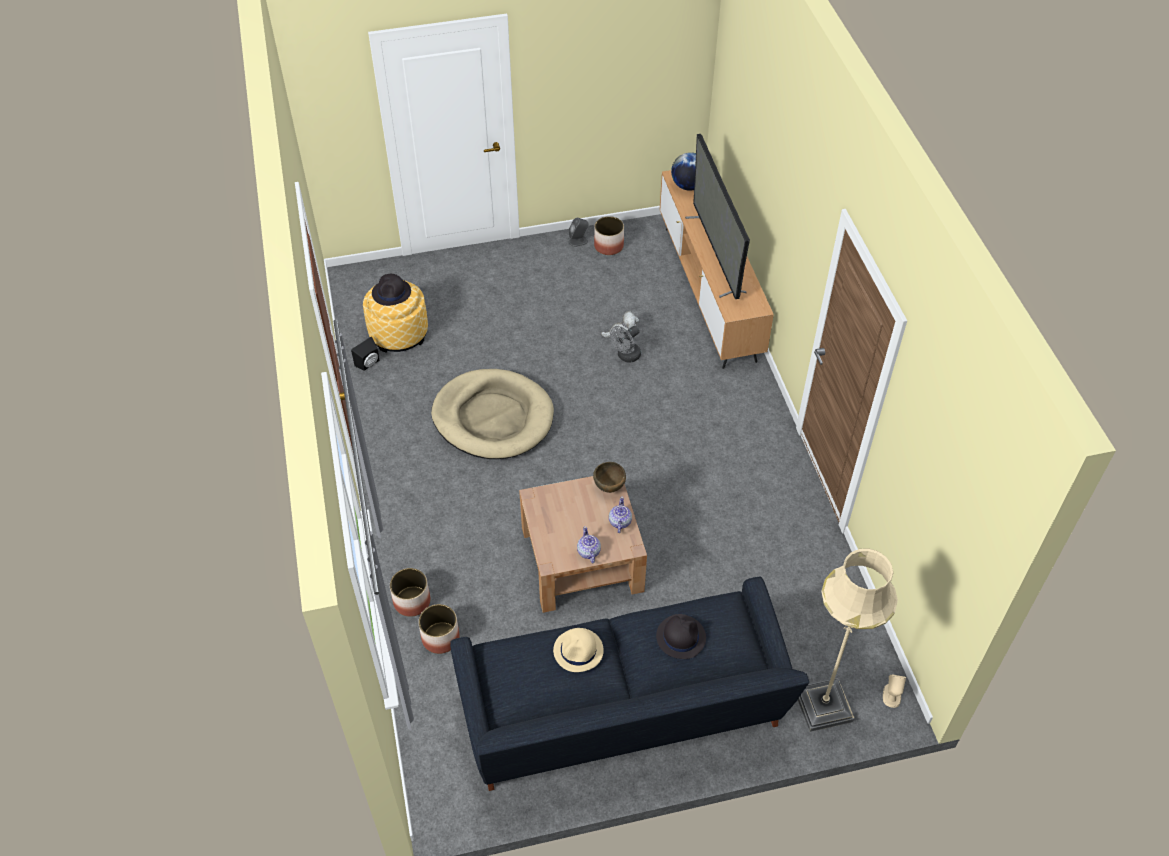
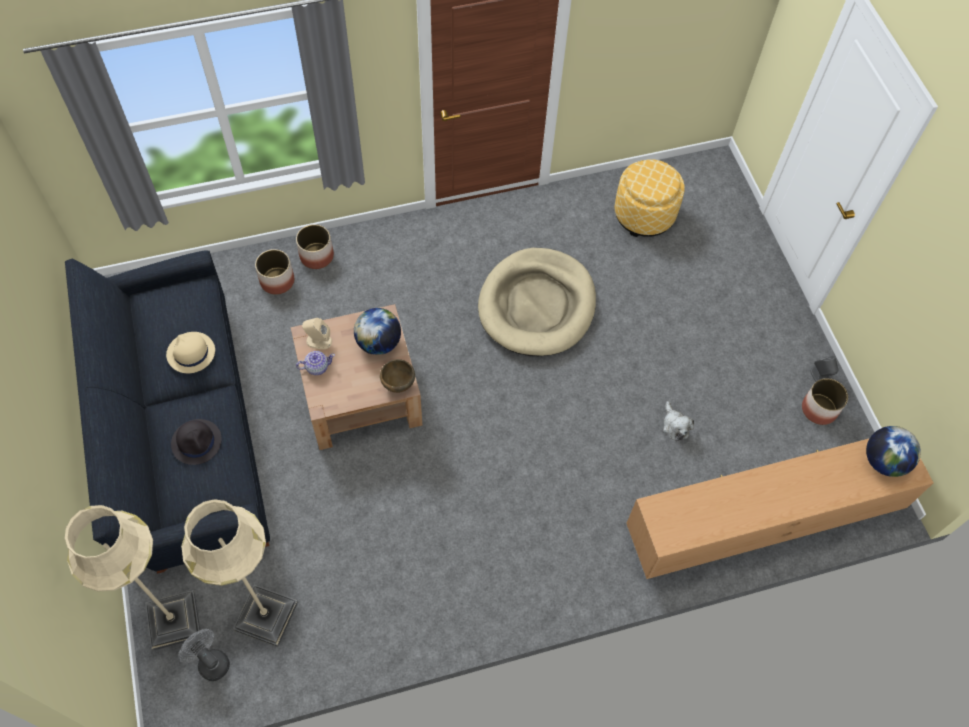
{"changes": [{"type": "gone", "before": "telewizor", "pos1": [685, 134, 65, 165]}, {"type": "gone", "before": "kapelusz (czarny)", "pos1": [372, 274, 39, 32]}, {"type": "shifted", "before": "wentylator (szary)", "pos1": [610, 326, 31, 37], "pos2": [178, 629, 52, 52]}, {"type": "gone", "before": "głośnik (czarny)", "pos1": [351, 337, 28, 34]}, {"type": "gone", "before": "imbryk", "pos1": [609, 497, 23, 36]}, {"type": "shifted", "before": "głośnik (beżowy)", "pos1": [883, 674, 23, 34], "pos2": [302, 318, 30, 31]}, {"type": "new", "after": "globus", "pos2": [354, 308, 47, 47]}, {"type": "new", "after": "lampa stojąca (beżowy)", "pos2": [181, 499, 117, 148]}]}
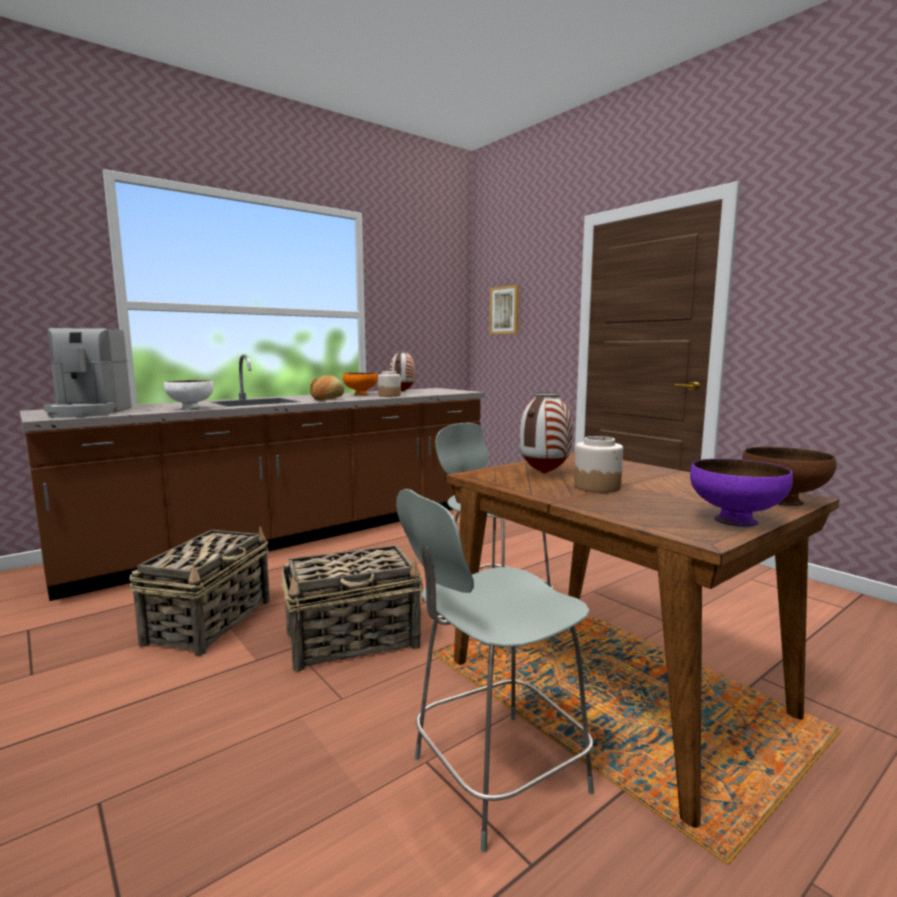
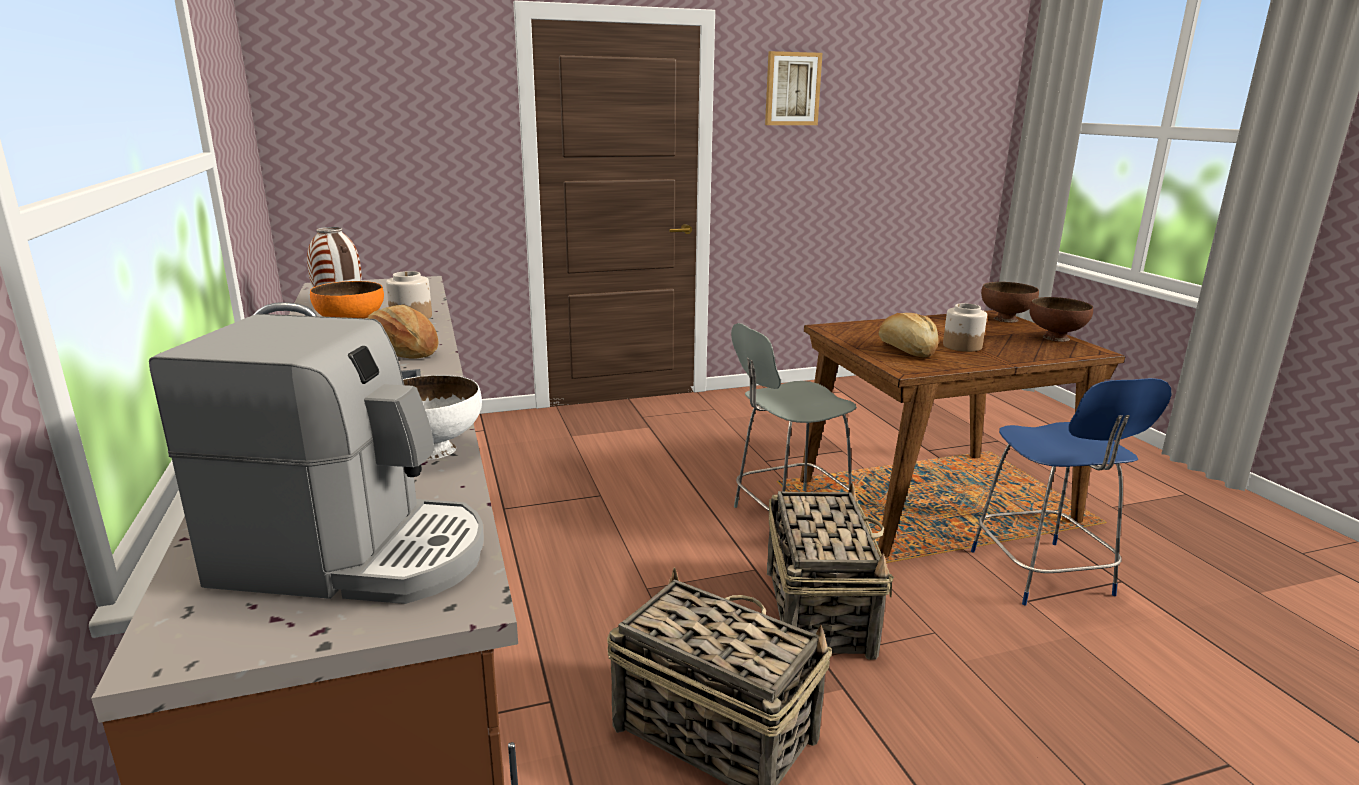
{"changes": [{"type": "shifted", "before": "obraz", "pos1": [490, 285, 29, 49], "pos2": [765, 51, 57, 74]}, {"type": "swapped", "before": "wazon", "after": "chleb", "pos1": [519, 392, 54, 82], "pos2": [878, 313, 61, 44]}, {"type": "repainted", "before": "miska (fioletowy)", "after": "miska (brązowy)", "pos1": [690, 459, 103, 68], "pos2": [1029, 297, 64, 45]}, {"type": "repainted", "before": "krzesło (szary)", "after": "krzesło (niebieski)", "pos1": [396, 489, 198, 363], "pos2": [971, 378, 200, 227]}]}
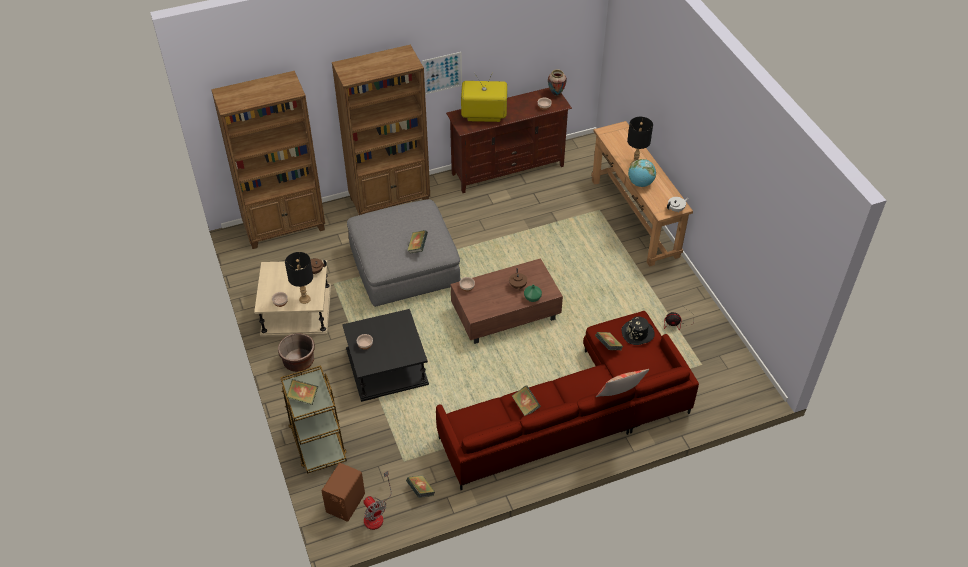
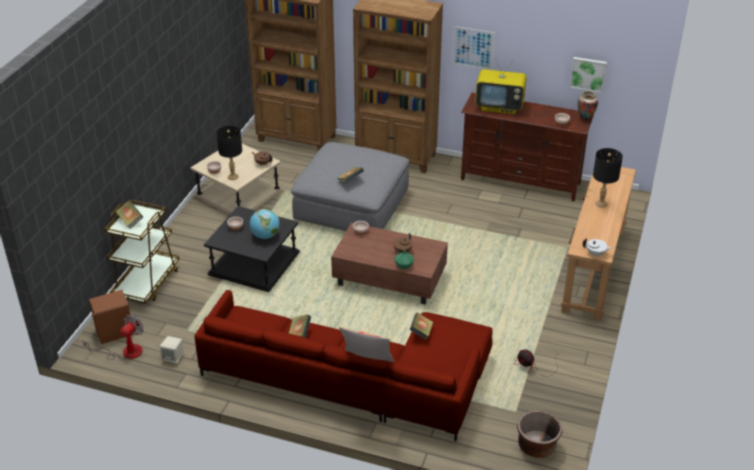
{"changes": [{"type": "rotated", "before": "telewizor", "pos1": [461, 73, 46, 49], "pos2": [475, 57, 51, 57], "turn": 150}, {"type": "shifted", "before": "globus", "pos1": [628, 159, 28, 28], "pos2": [250, 209, 30, 30]}, {"type": "gone", "before": "kapelusz (czarny)", "pos1": [621, 317, 34, 28]}, {"type": "shifted", "before": "donica (brązowy)", "pos1": [278, 333, 37, 39], "pos2": [517, 411, 45, 47]}, {"type": "rotated", "before": "wentylator", "pos1": [363, 471, 28, 59], "pos2": [82, 314, 62, 46], "turn": -150}, {"type": "swapped", "before": "książka", "after": "głośnik (beżowy)", "pos1": [406, 475, 29, 23], "pos2": [160, 336, 23, 27]}, {"type": "new", "after": "obraz", "pos2": [570, 57, 37, 36]}]}
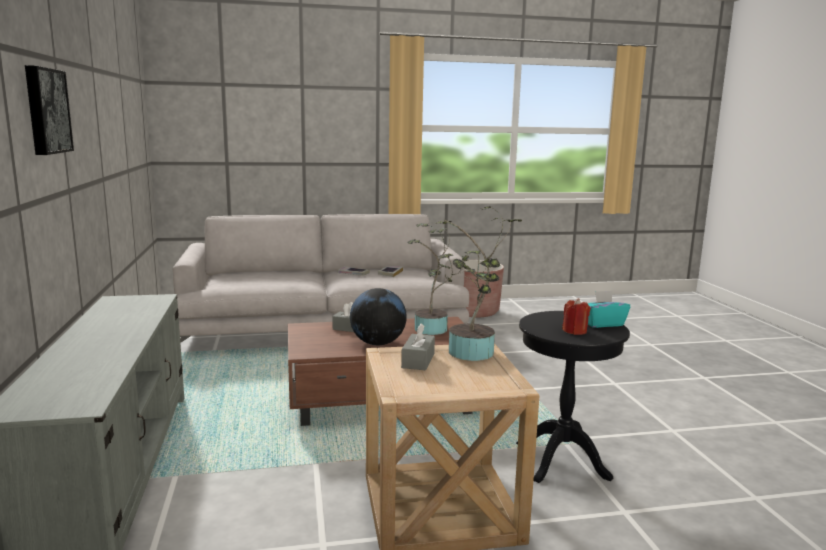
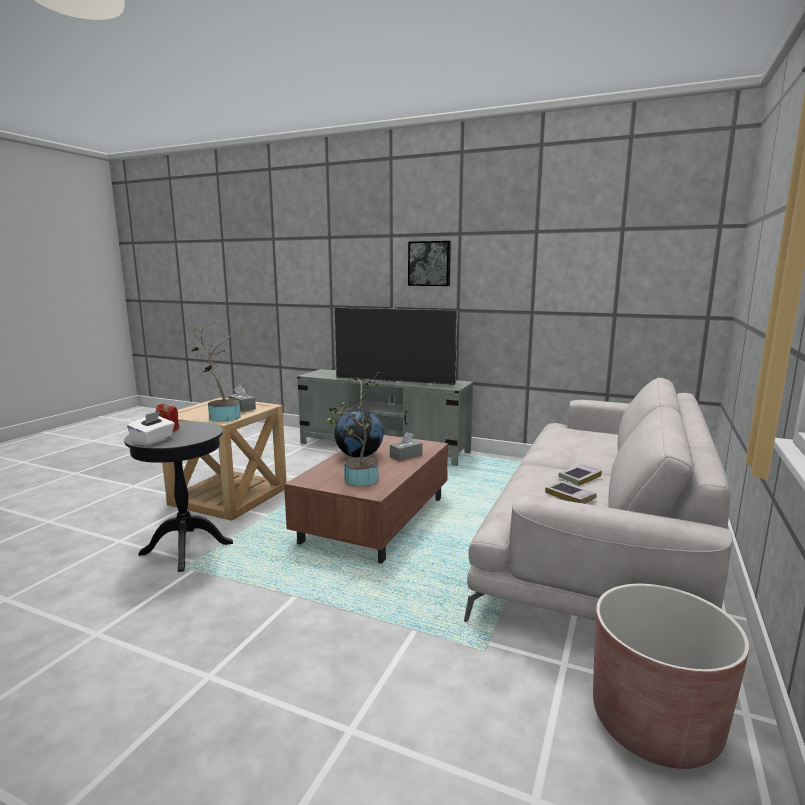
{"changes": [{"type": "repainted", "before": "pudełko chusteczek (turkusowy)", "after": "pudełko chusteczek (biały)", "pos1": [588, 291, 42, 37], "pos2": [127, 411, 48, 35]}, {"type": "new", "after": "telewizor", "pos2": [334, 307, 123, 78]}]}
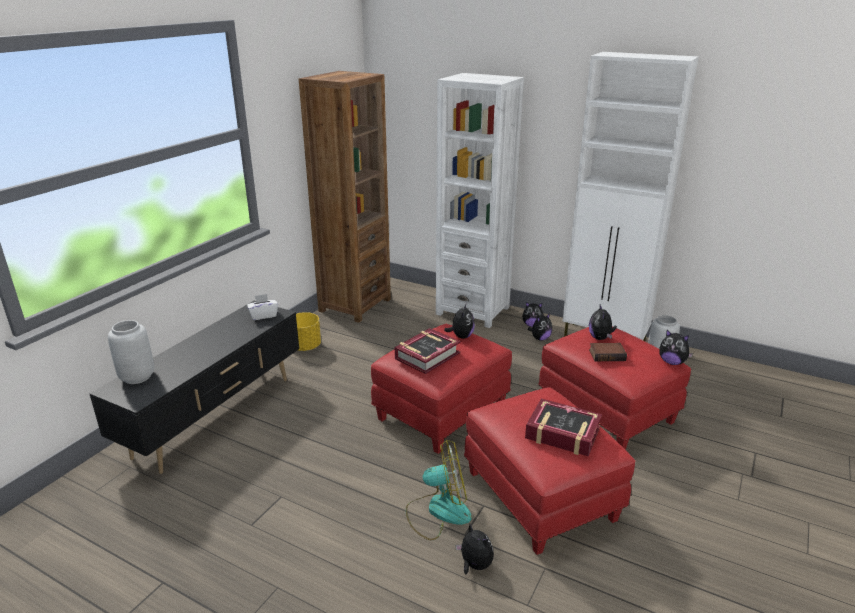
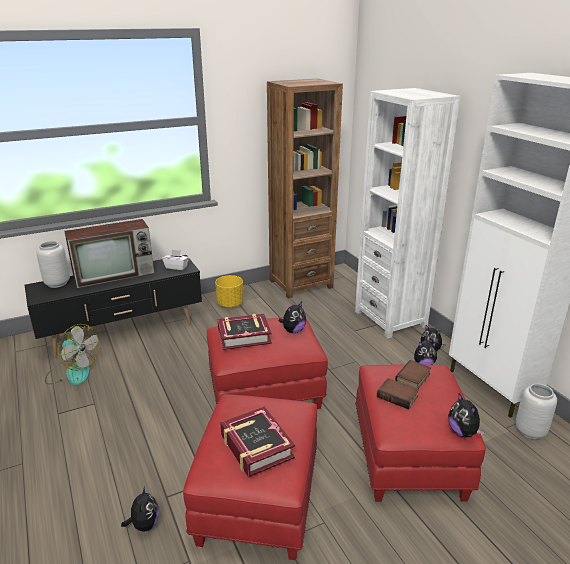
{"changes": [{"type": "swapped", "before": "pluszak", "after": "książka", "pos1": [589, 305, 28, 35], "pos2": [395, 360, 36, 29]}, {"type": "shifted", "before": "wentylator", "pos1": [406, 440, 66, 100], "pos2": [45, 324, 55, 61]}, {"type": "new", "after": "telewizor", "pos2": [64, 219, 90, 69]}]}
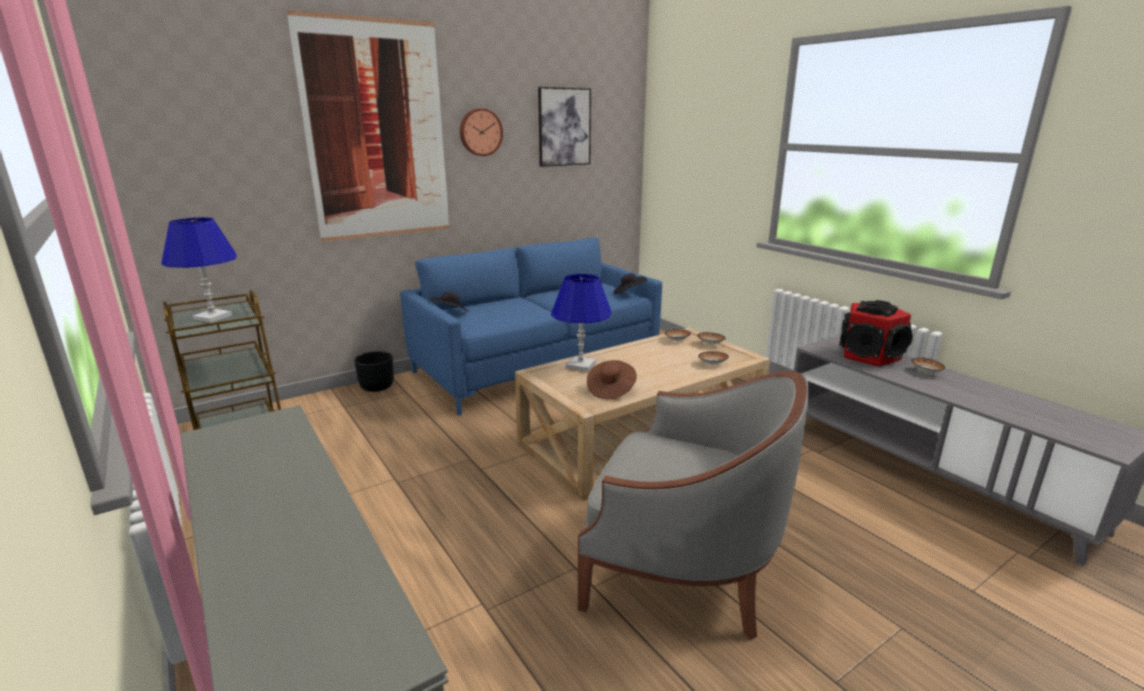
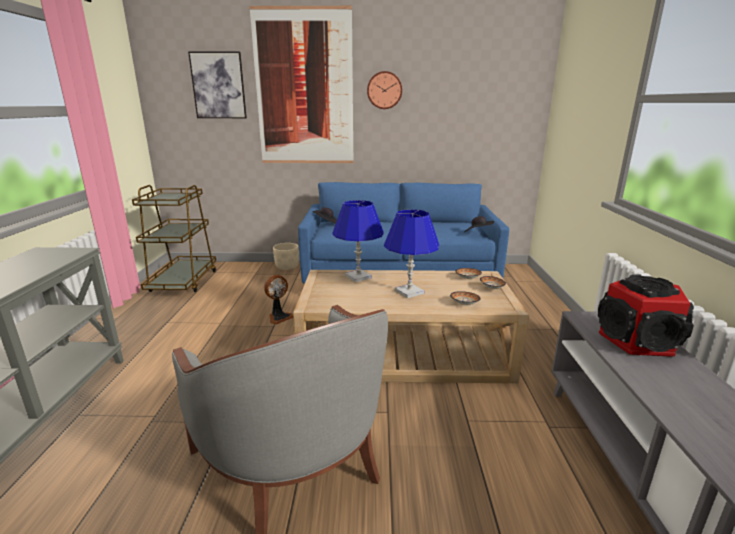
{"changes": [{"type": "shifted", "before": "obraz", "pos1": [538, 87, 53, 80], "pos2": [188, 51, 59, 67]}, {"type": "shifted", "before": "lampa stołowa (niebieski)", "pos1": [161, 217, 76, 106], "pos2": [384, 209, 55, 89]}, {"type": "repainted", "before": "donica (czarny)", "after": "donica (beżowy)", "pos1": [354, 351, 40, 41], "pos2": [273, 243, 26, 27]}, {"type": "gone", "before": "miska", "pos1": [911, 357, 34, 16]}, {"type": "gone", "before": "kapelusz (brązowy)", "pos1": [587, 360, 50, 39]}, {"type": "new", "after": "wentylator", "pos2": [264, 275, 30, 50]}]}
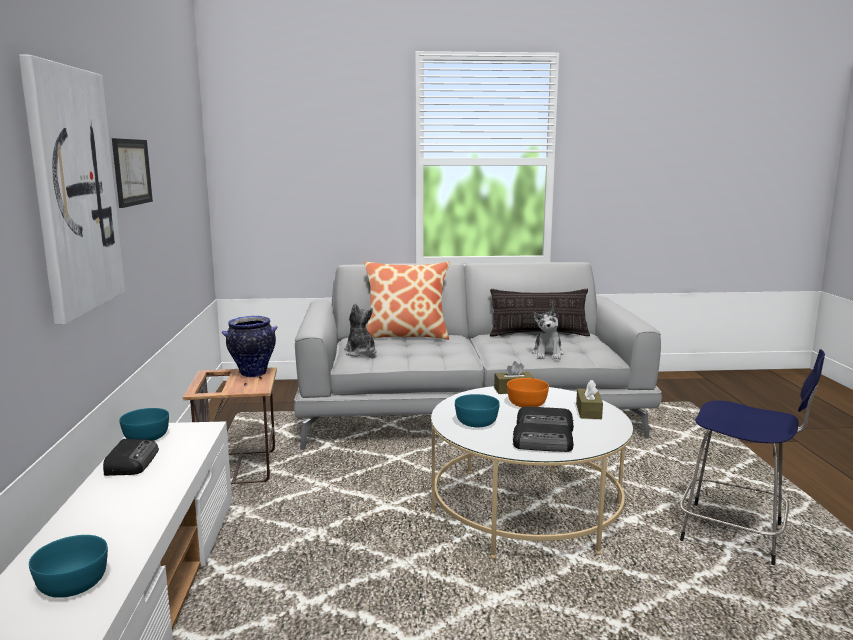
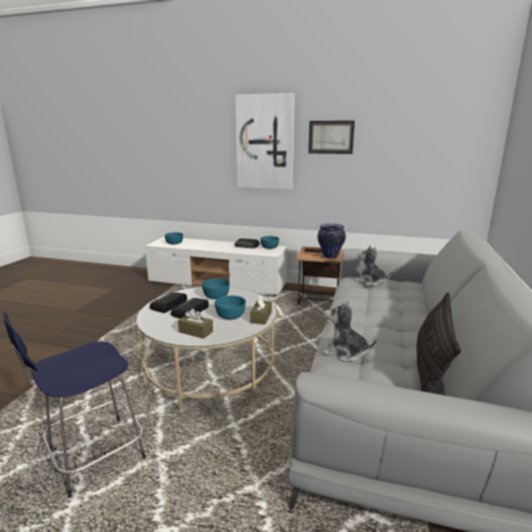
{"changes": [{"type": "gone", "before": "poduszka", "pos1": [364, 261, 86, 79]}, {"type": "rotated", "before": "pluszak", "pos1": [344, 303, 33, 54], "pos2": [355, 245, 37, 41], "turn": -135}, {"type": "repainted", "before": "miska (pomarańczowy)", "after": "miska (turkusowy)", "pos1": [507, 378, 42, 29], "pos2": [215, 295, 31, 24]}]}
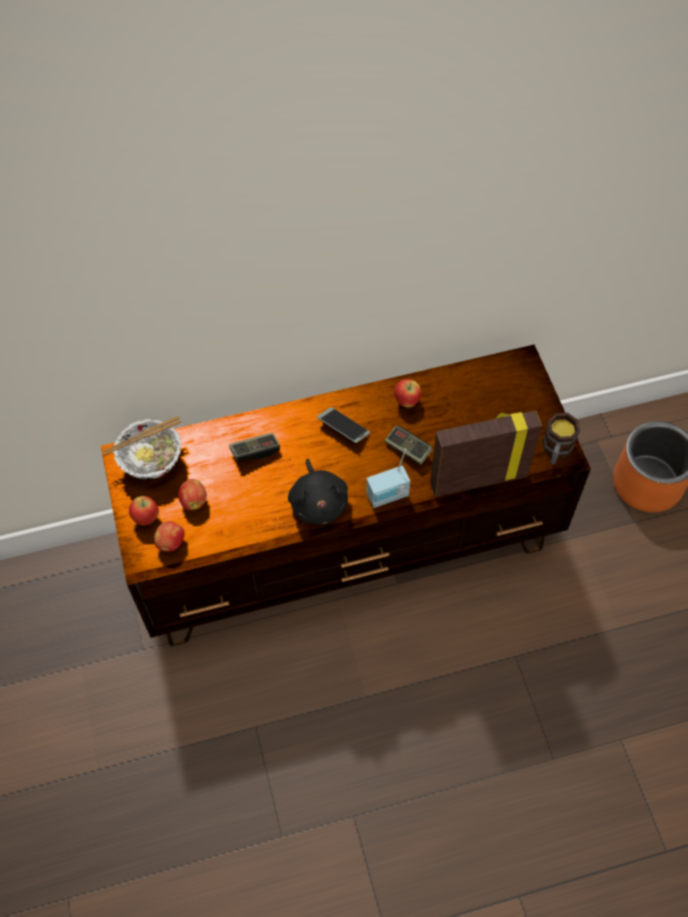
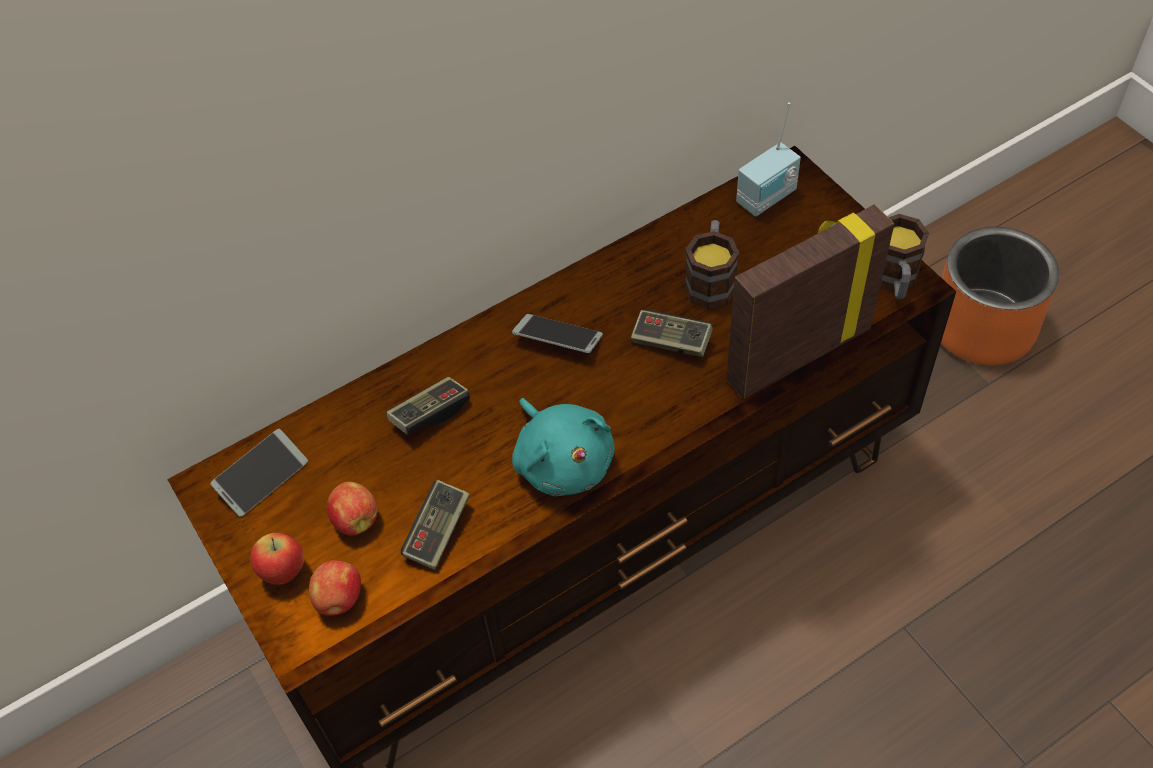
{"changes": [{"type": "gone", "before": "jabłko", "pos1": [394, 379, 27, 29]}, {"type": "swapped", "before": "miska", "after": "telefon", "pos1": [103, 416, 79, 64], "pos2": [211, 429, 97, 88]}, {"type": "shifted", "before": "radio", "pos1": [366, 448, 44, 60], "pos2": [736, 103, 65, 114]}, {"type": "repainted", "before": "pluszak (czarny)", "after": "pluszak (turkusowy)", "pos1": [288, 459, 60, 65], "pos2": [512, 398, 103, 98]}, {"type": "new", "after": "kubek", "pos2": [684, 220, 55, 89]}, {"type": "new", "after": "pad do gier", "pos2": [401, 480, 69, 90]}]}
